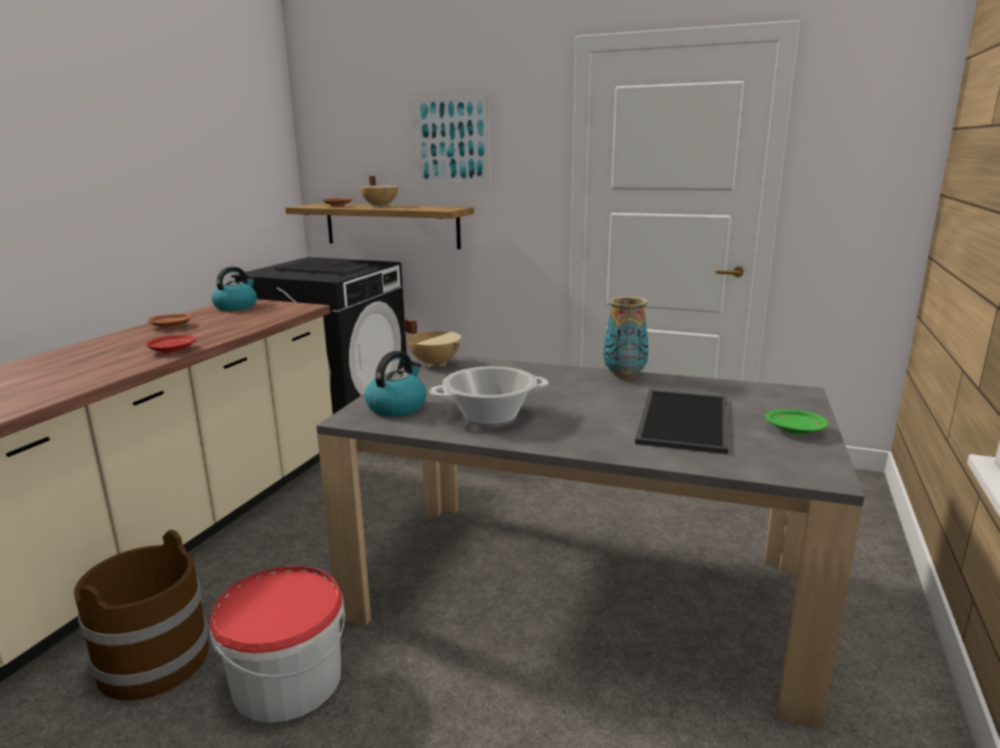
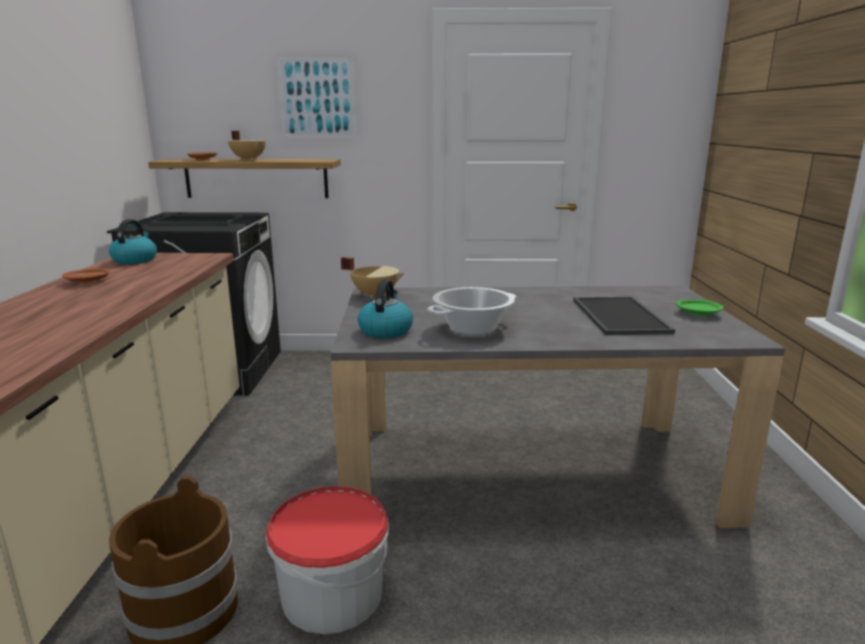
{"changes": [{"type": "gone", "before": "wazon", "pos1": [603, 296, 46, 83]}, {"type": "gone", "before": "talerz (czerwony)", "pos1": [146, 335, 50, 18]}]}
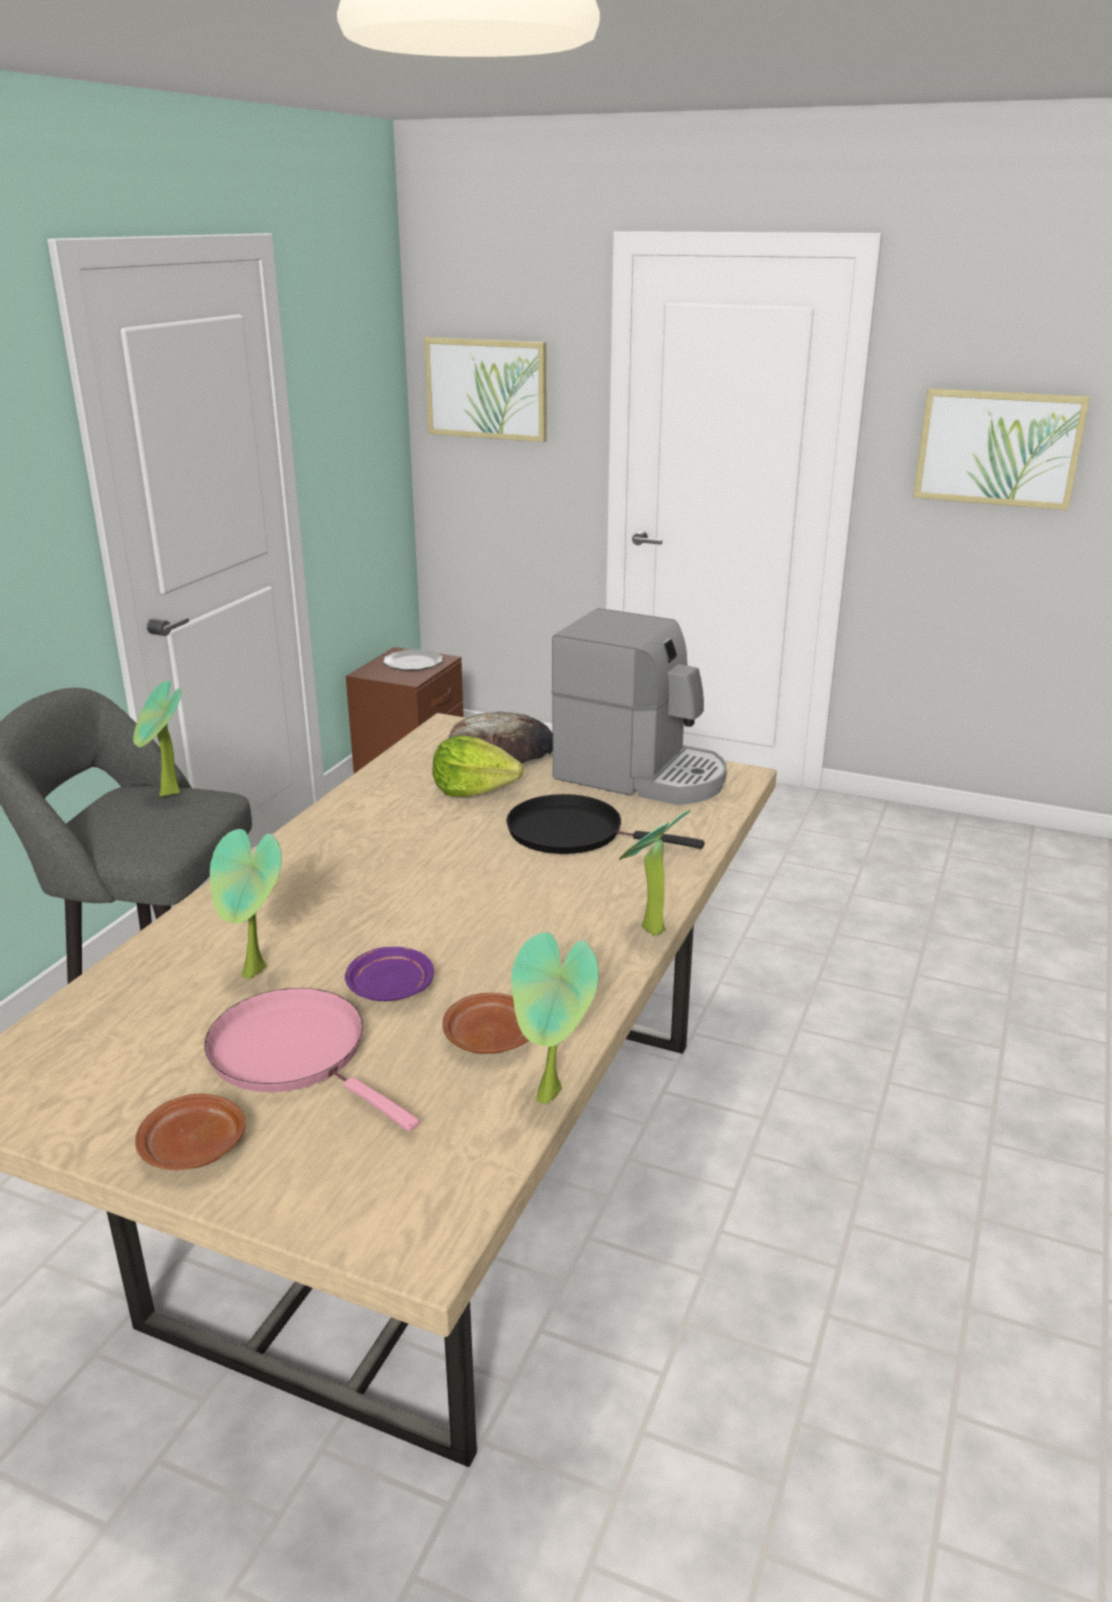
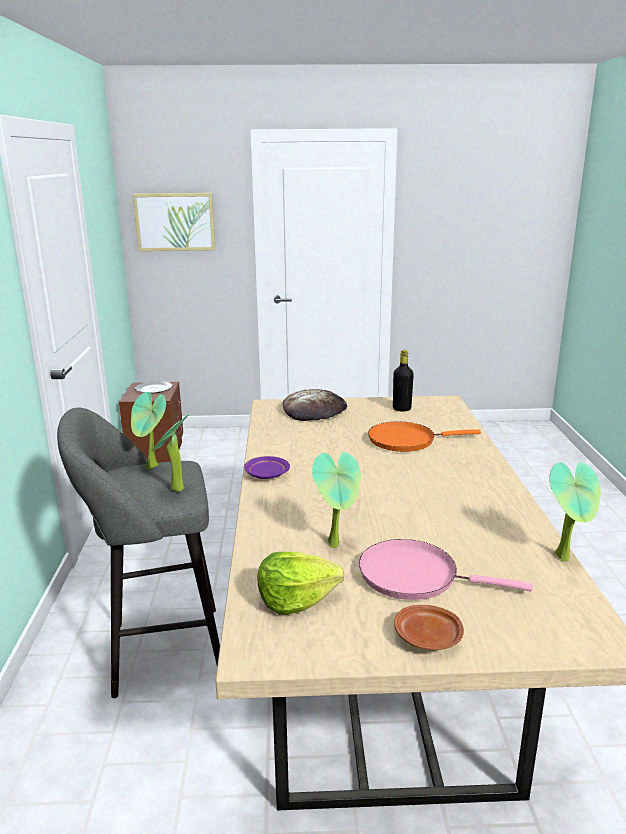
{"changes": [{"type": "gone", "before": "obraz", "pos1": [913, 388, 177, 122]}, {"type": "swapped", "before": "ekspres do kawy", "after": "butelka (czarny)", "pos1": [551, 608, 176, 197], "pos2": [393, 350, 21, 62]}, {"type": "shifted", "before": "sałata", "pos1": [433, 735, 90, 62], "pos2": [257, 552, 87, 63]}, {"type": "repainted", "before": "patelnia (czarny)", "after": "patelnia (pomarańczowy)", "pos1": [506, 794, 199, 60], "pos2": [368, 422, 113, 30]}, {"type": "shifted", "before": "roślina doniczkowa", "pos1": [619, 810, 71, 126], "pos2": [152, 414, 37, 78]}, {"type": "shifted", "before": "talerz (fioletowy)", "pos1": [345, 947, 89, 54], "pos2": [244, 456, 46, 23]}, {"type": "gone", "before": "talerz (brązowy)", "pos1": [443, 993, 86, 61]}]}
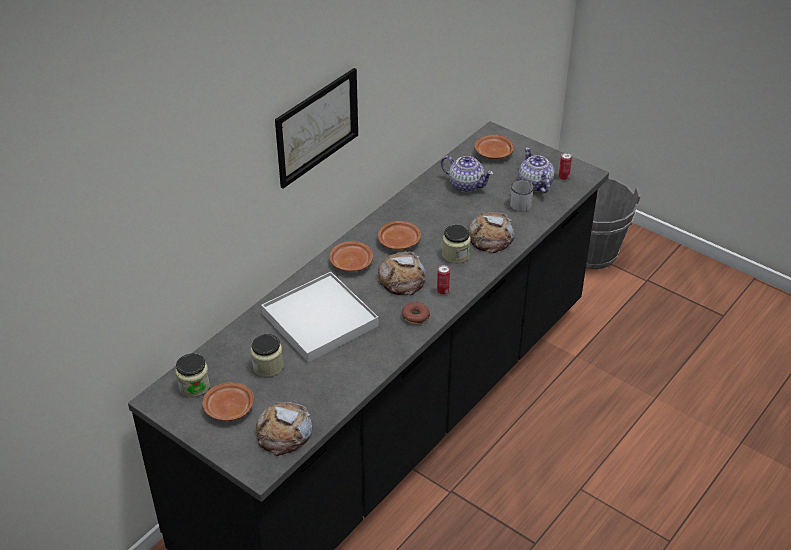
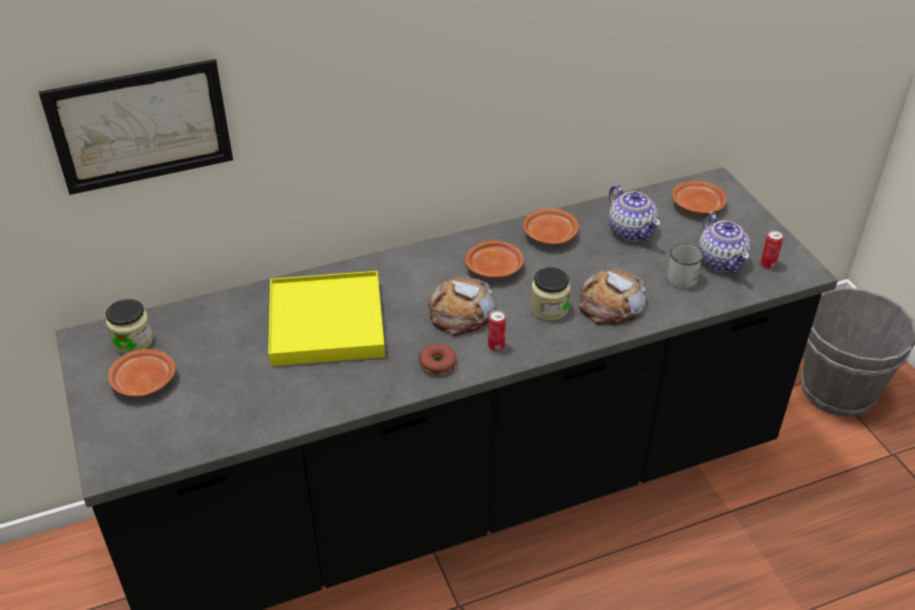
{"changes": [{"type": "shifted", "before": "obraz", "pos1": [275, 68, 83, 121], "pos2": [39, 59, 194, 136]}, {"type": "rotated", "before": "imbryk", "pos1": [518, 147, 36, 46], "pos2": [698, 212, 52, 61], "turn": 150}, {"type": "shifted", "before": "talerz (brązowy)", "pos1": [329, 241, 44, 30], "pos2": [523, 208, 56, 37]}, {"type": "repainted", "before": "taca (biały)", "after": "taca (żółty)", "pos1": [262, 272, 116, 91], "pos2": [268, 271, 117, 95]}, {"type": "gone", "before": "słoik", "pos1": [251, 334, 32, 43]}, {"type": "gone", "before": "chleb", "pos1": [256, 402, 56, 54]}]}
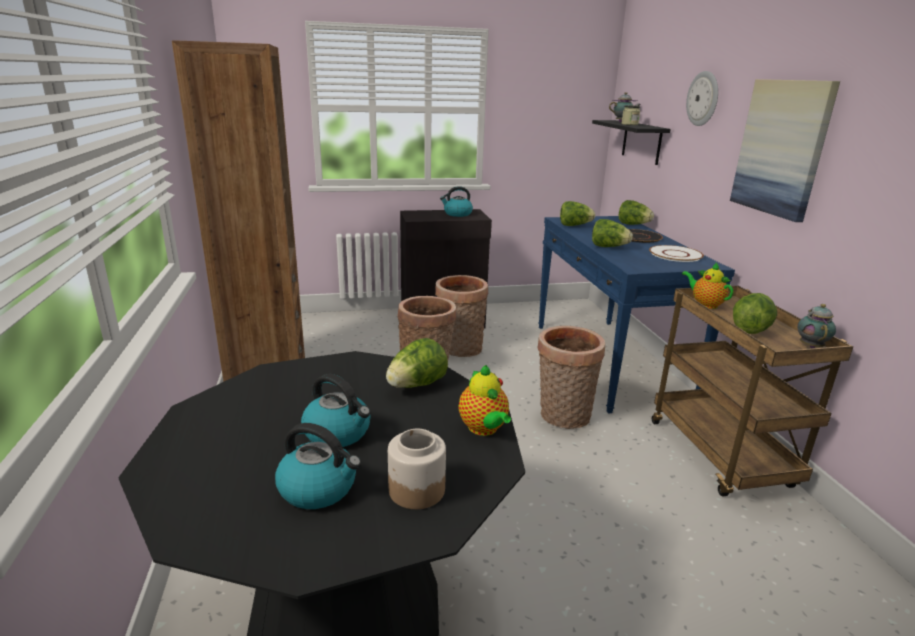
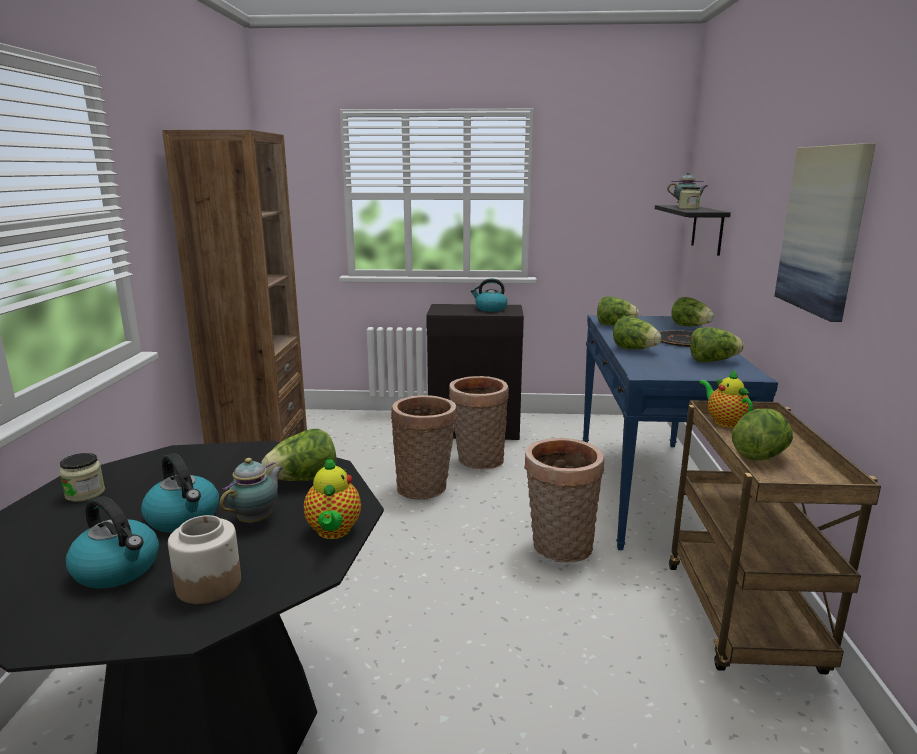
{"changes": [{"type": "gone", "before": "zegar ścienny", "pos1": [686, 71, 32, 55]}, {"type": "swapped", "before": "talerz (biały)", "after": "sałata", "pos1": [649, 245, 55, 17], "pos2": [690, 327, 54, 35]}, {"type": "shifted", "before": "imbryk", "pos1": [797, 304, 39, 44], "pos2": [219, 458, 63, 66]}, {"type": "new", "after": "słoik", "pos2": [59, 453, 46, 49]}]}
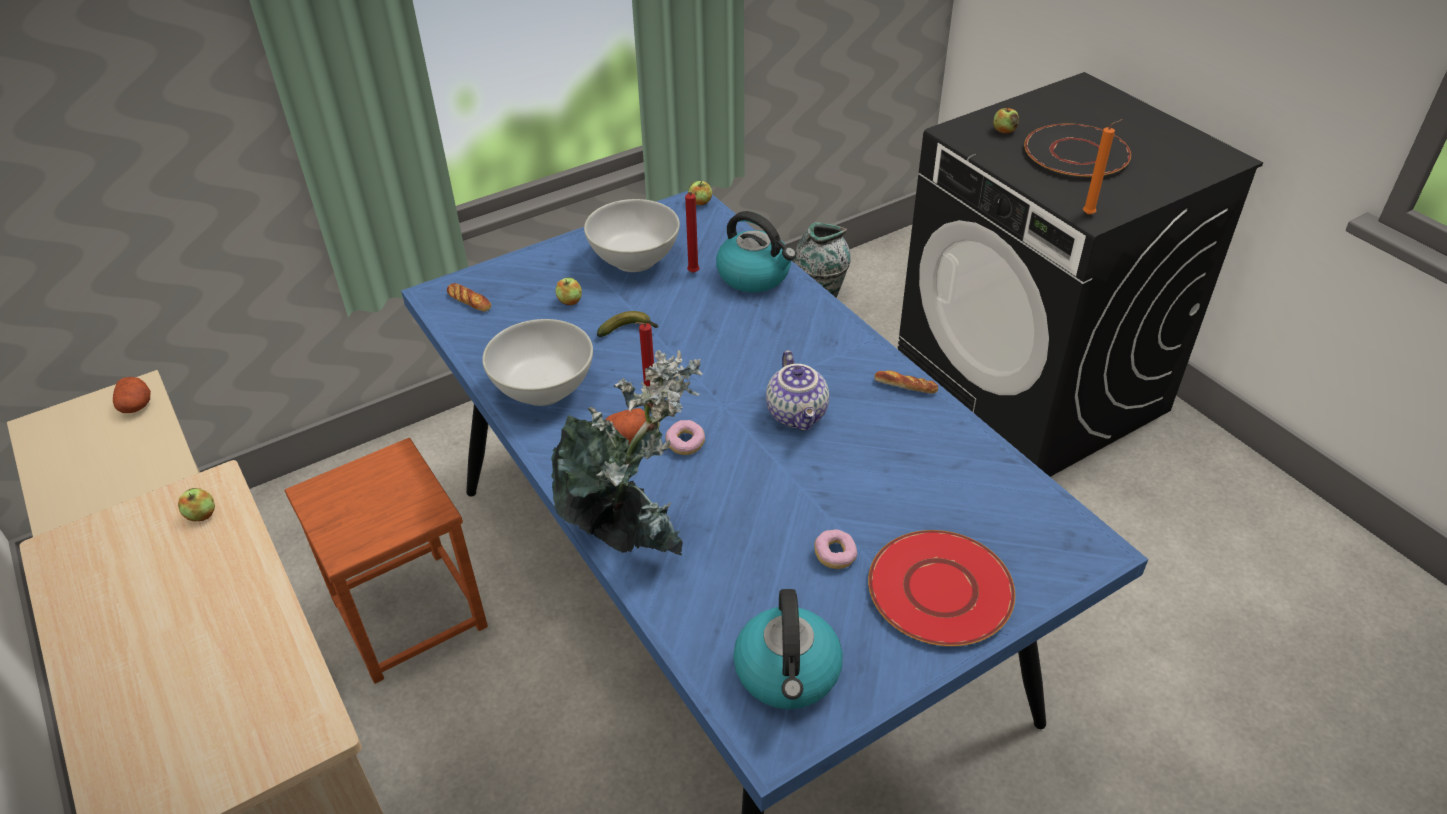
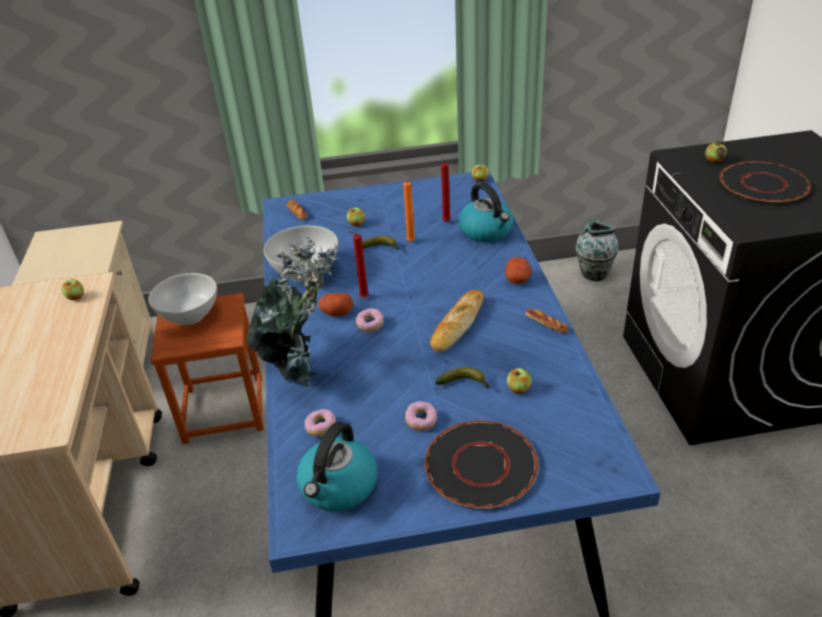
{"changes": [{"type": "shifted", "before": "świeca (pomarańczowy)", "pos1": [1083, 119, 40, 96], "pos2": [403, 177, 12, 64]}, {"type": "shifted", "before": "miska (biały)", "pos1": [584, 199, 96, 73], "pos2": [149, 273, 68, 52]}, {"type": "swapped", "before": "imbryk", "after": "chleb", "pos1": [766, 350, 63, 81], "pos2": [430, 290, 54, 62]}, {"type": "shifted", "before": "ziemniak", "pos1": [113, 377, 38, 36], "pos2": [505, 257, 27, 27]}, {"type": "repainted", "before": "talerz (czerwony)", "after": "talerz (czarny)", "pos1": [868, 530, 147, 116], "pos2": [425, 420, 113, 88]}, {"type": "new", "after": "banan", "pos2": [435, 367, 55, 21]}, {"type": "new", "after": "jabłko", "pos2": [507, 368, 25, 26]}, {"type": "new", "after": "donut", "pos2": [305, 409, 31, 28]}]}
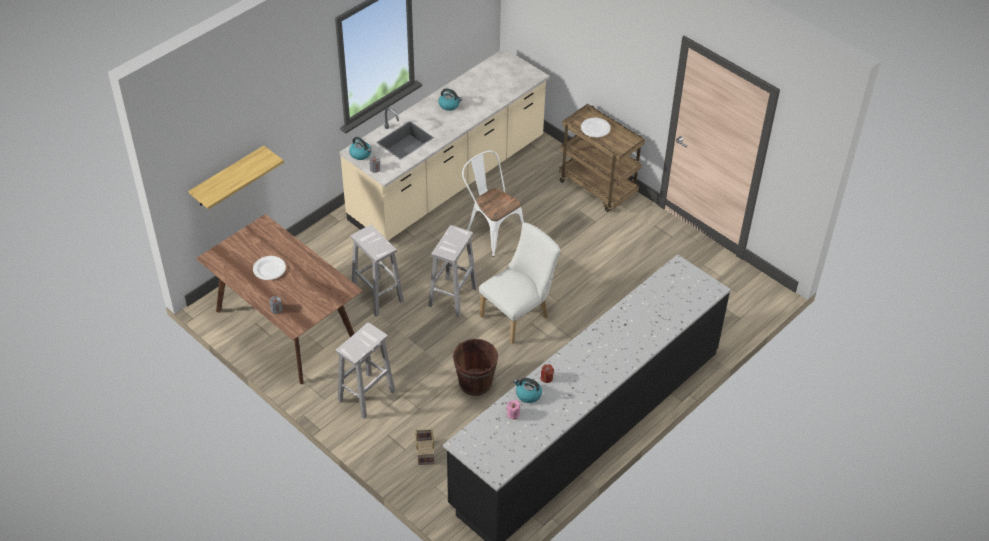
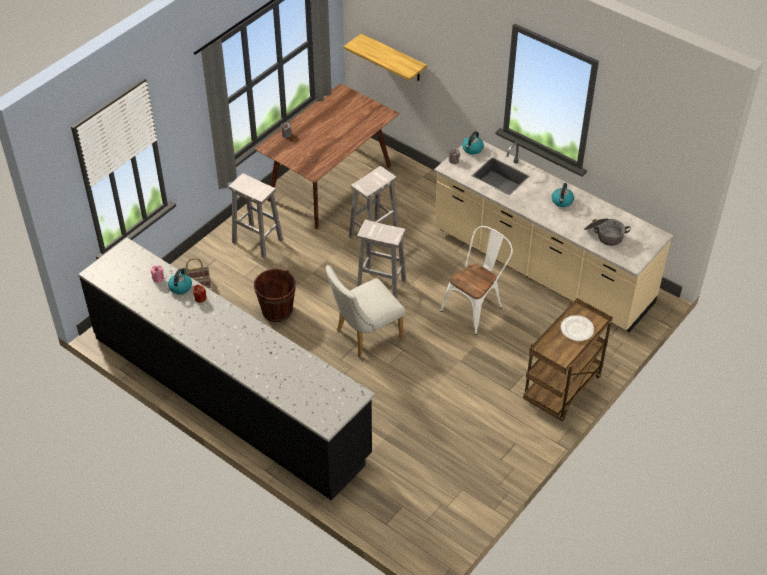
{"changes": [{"type": "rotated", "before": "krzesło (biały)", "pos1": [479, 223, 81, 121], "pos2": [326, 265, 79, 92], "turn": 105}, {"type": "gone", "before": "talerz (biały)", "pos1": [253, 256, 33, 24]}, {"type": "new", "after": "garnek", "pos2": [584, 218, 47, 28]}]}
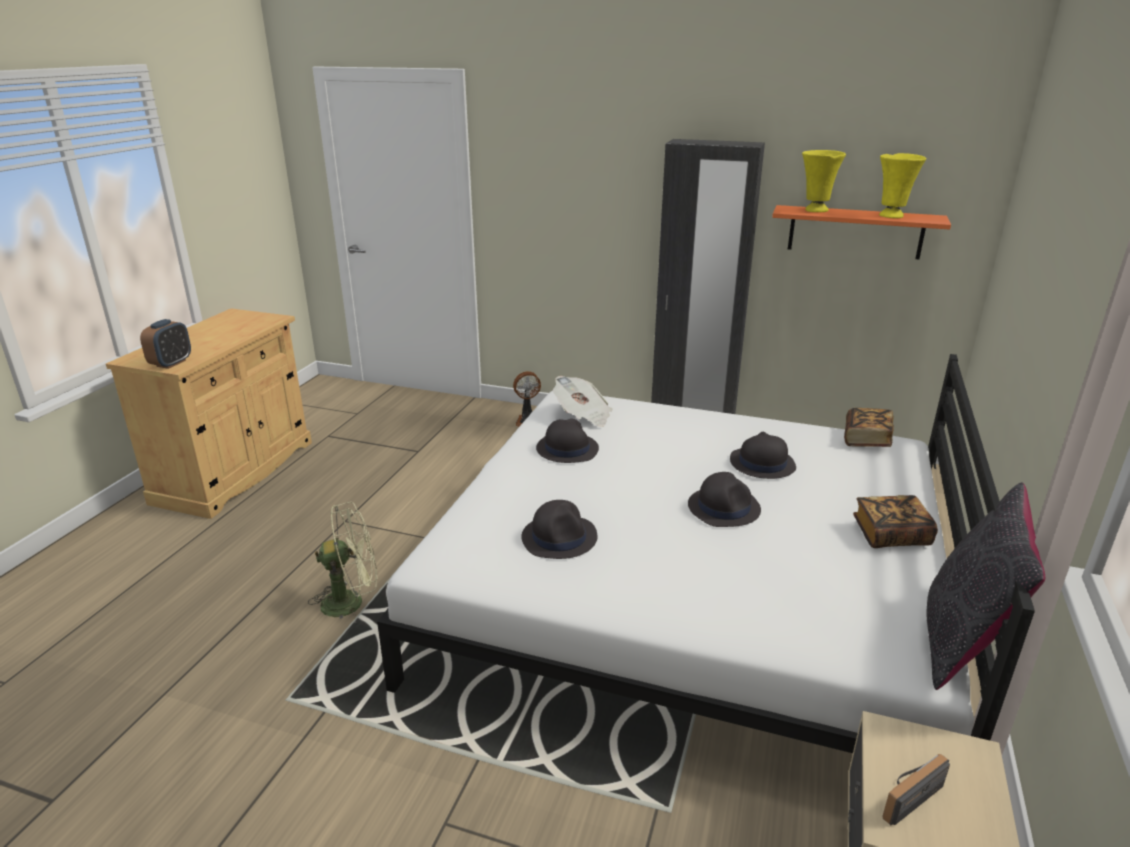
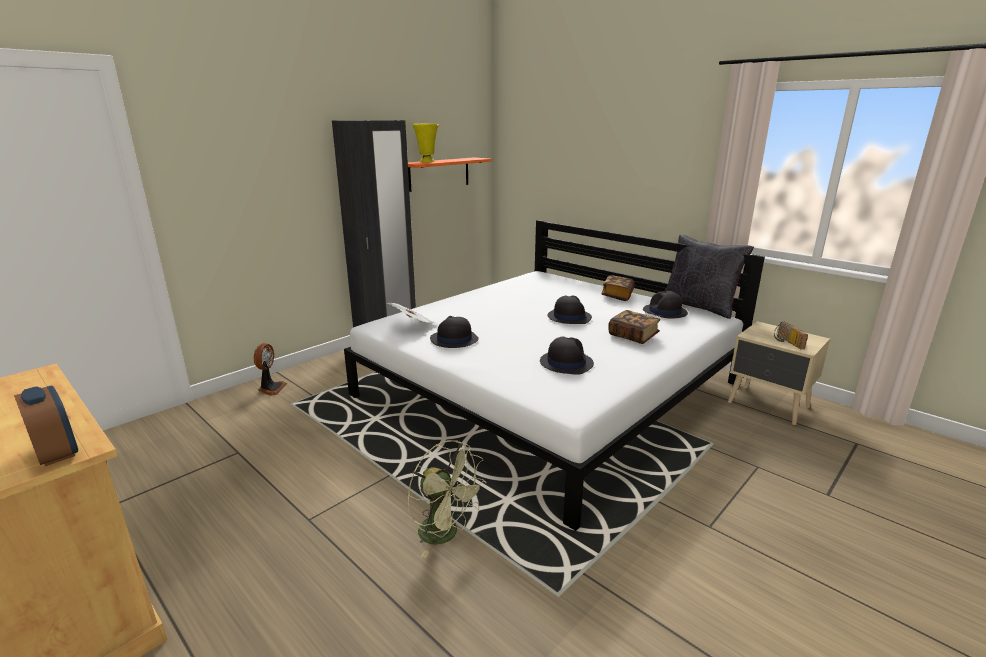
{"changes": [{"type": "gone", "before": "wazon (żółty)", "pos1": [879, 153, 48, 65]}, {"type": "shifted", "before": "książka", "pos1": [844, 408, 50, 39], "pos2": [608, 310, 52, 34]}, {"type": "shifted", "before": "kapelusz (czarny)", "pos1": [730, 432, 66, 47], "pos2": [643, 291, 45, 27]}, {"type": "rotated", "before": "wentylator (zielony)", "pos1": [308, 502, 70, 118], "pos2": [408, 440, 78, 118], "turn": 120}]}
